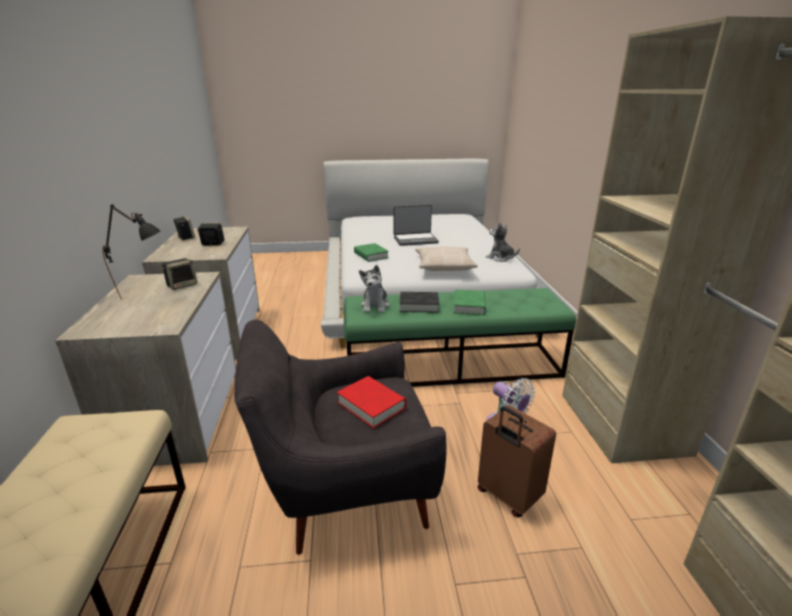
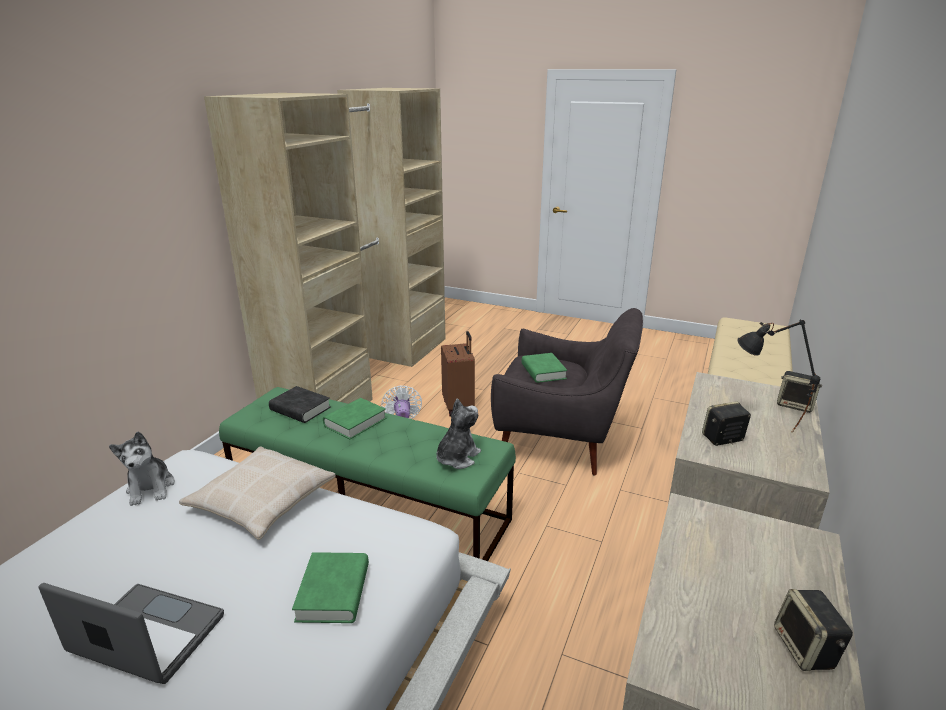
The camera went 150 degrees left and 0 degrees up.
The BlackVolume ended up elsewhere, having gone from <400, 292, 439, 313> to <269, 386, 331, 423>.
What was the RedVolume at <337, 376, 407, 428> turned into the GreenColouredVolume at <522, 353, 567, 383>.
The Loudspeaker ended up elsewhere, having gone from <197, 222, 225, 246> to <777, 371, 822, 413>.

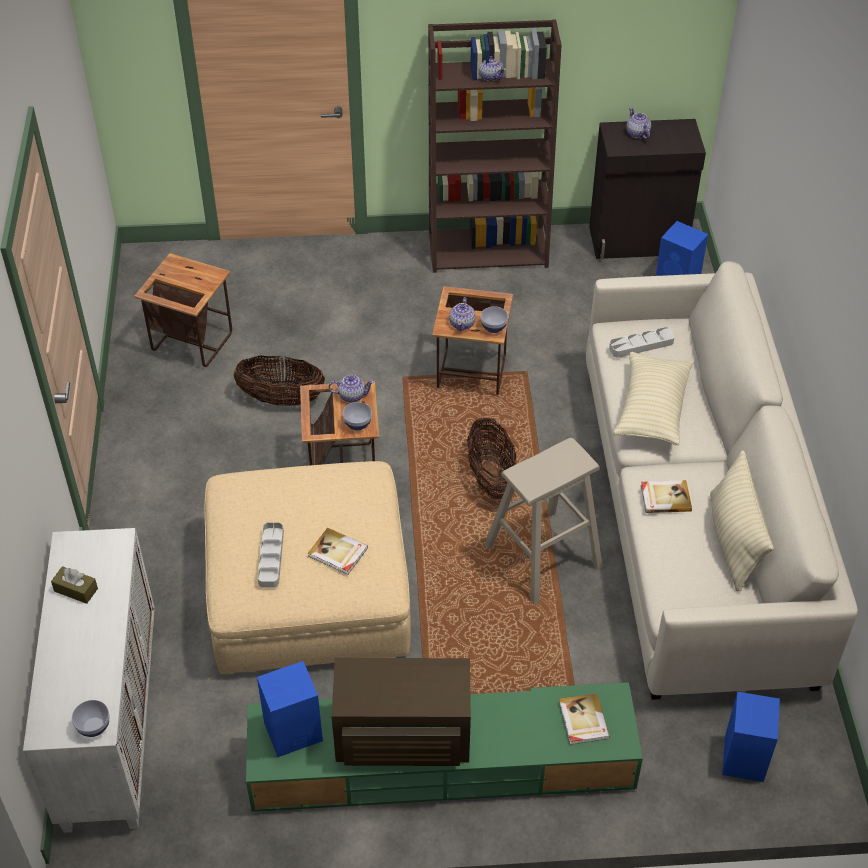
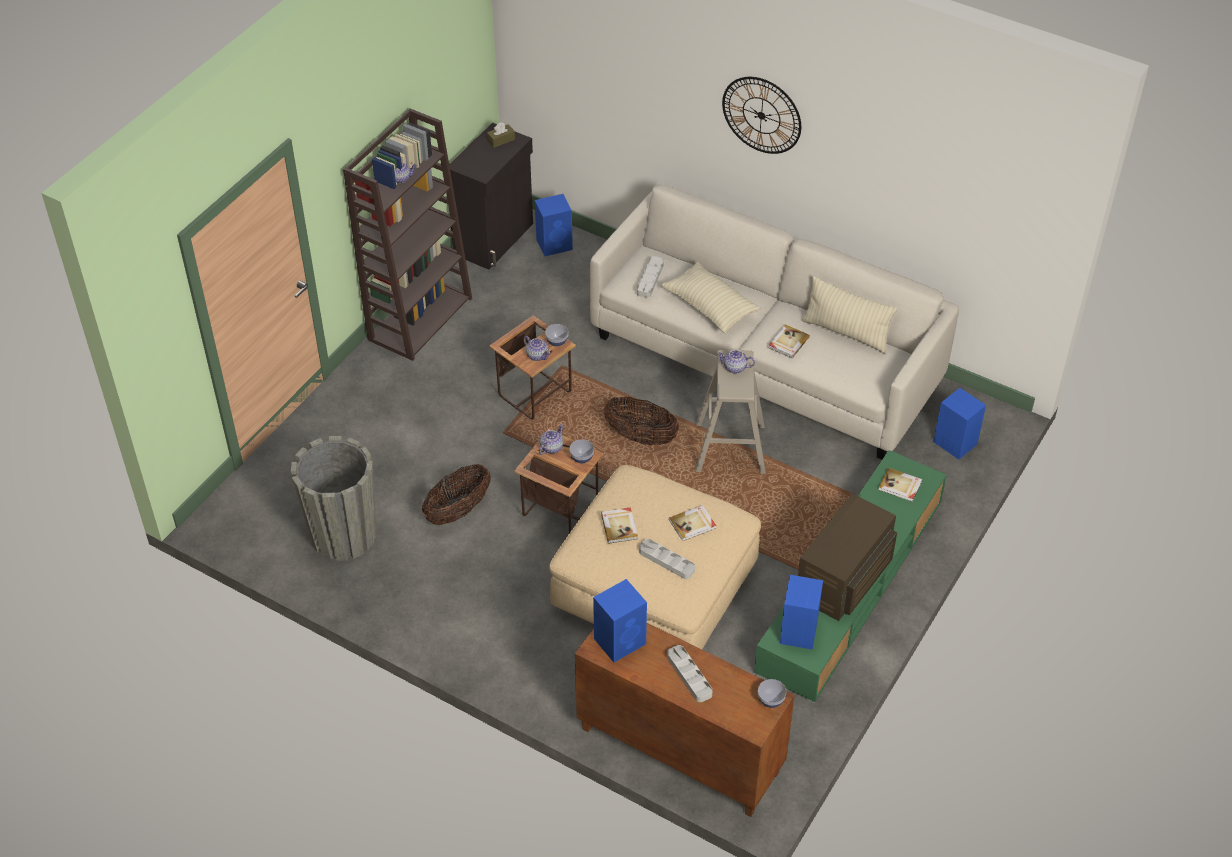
The camera went 55 degrees left and 0 degrees up.
Where the EndTable stood at <134, 253, 232, 367>, the GreyFlowerPot came to stand at <291, 436, 376, 561>.
The BrownColouredBoxOfTissues ended up elsewhere, having gone from <51, 566, 98, 604> to <487, 122, 515, 148>.
What was the WhiteColouredStorageCabinet at <23, 528, 155, 833> turned into the BrownColouredStorageCabinet at <575, 623, 795, 817>.
The second view gained the BlueLoudspeaker at <593, 579, 647, 662>.
The second view gained the Volume at <601, 508, 638, 544>.
The second view gained the GreyServingTray at <667, 645, 713, 702>.
The PotForTea ended up elsewhere, having gone from <626, 108, 651, 139> to <717, 350, 755, 373>.
The second view gained the WallClock at <722, 77, 801, 154>.

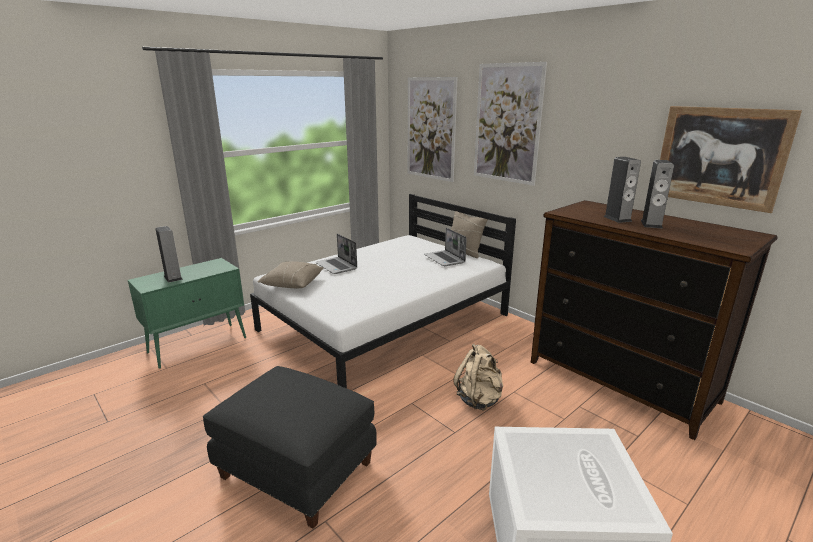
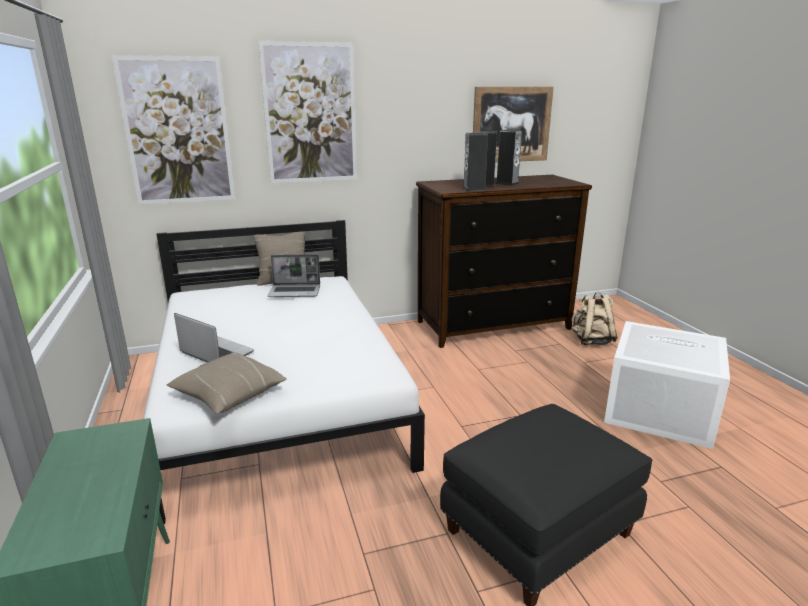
The camera went 65 degrees left and 0 degrees up.
The NotebookComputer at <315, 234, 357, 274> ended up facing another way, 135 degrees counterclockwise from before.
The Loudspeaker ended up elsewhere, having gone from <156, 226, 183, 283> to <462, 133, 488, 191>.
The BeigeKnapsack ended up elsewhere, having gone from <453, 344, 503, 411> to <572, 292, 618, 345>.

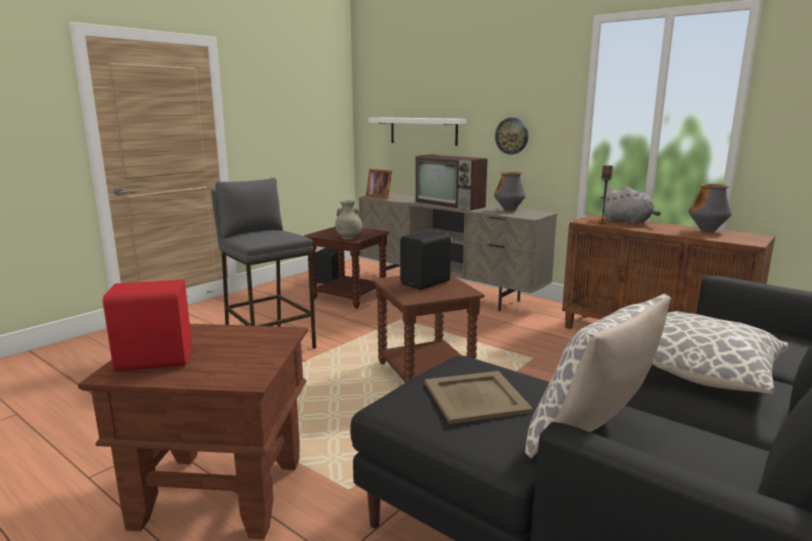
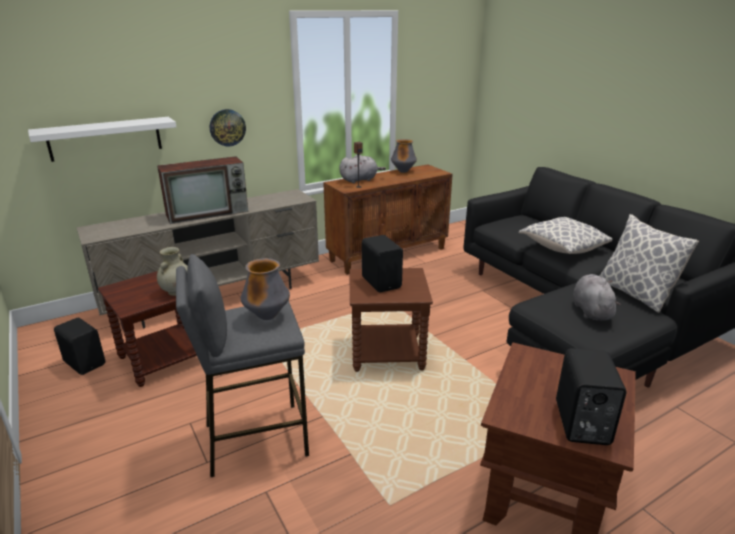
The camera went 70 degrees left and 10 degrees up.
The FlowerVase ended up elsewhere, having gone from <494, 172, 526, 211> to <241, 258, 290, 320>.
What was the RedLoudspeaker at <103, 280, 192, 371> turned into the BlackLoudspeaker at <556, 348, 626, 445>.
Where the BeigeServingTray stood at <425, 371, 533, 424>, the GreyPlushToy came to stand at <573, 274, 621, 321>.
The second view lost the StandingFrame at <365, 169, 392, 199>.

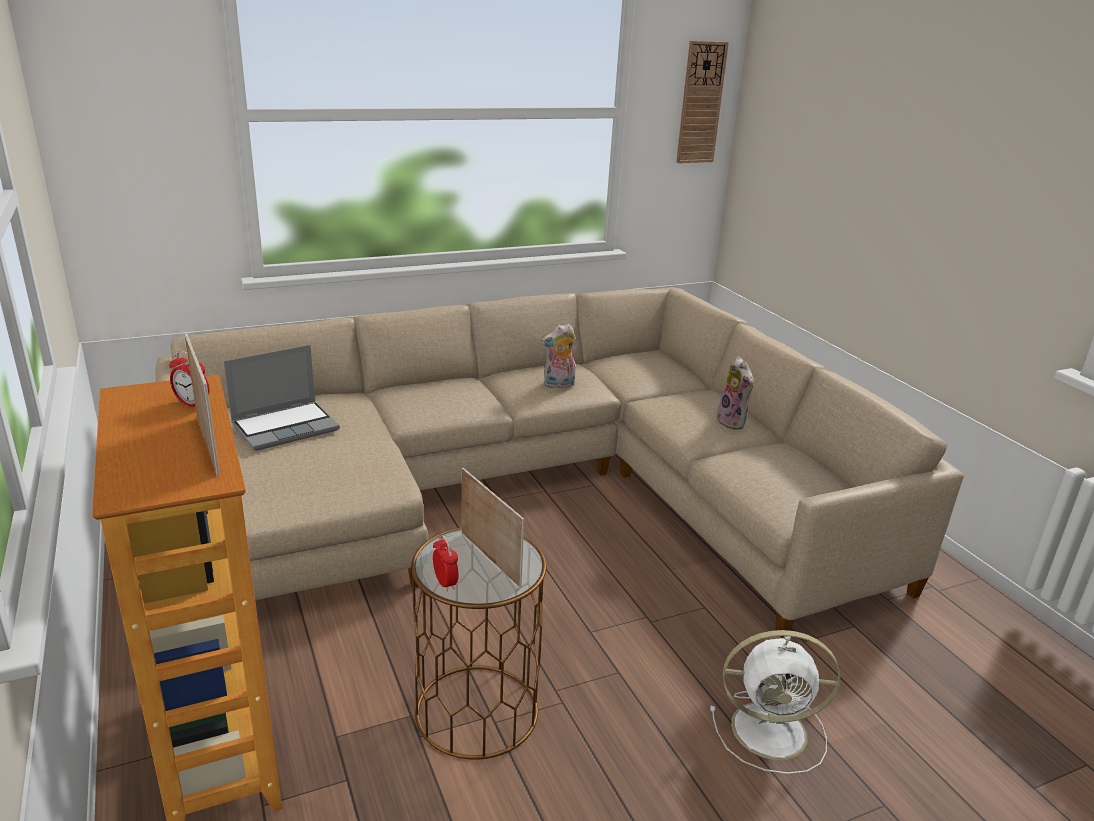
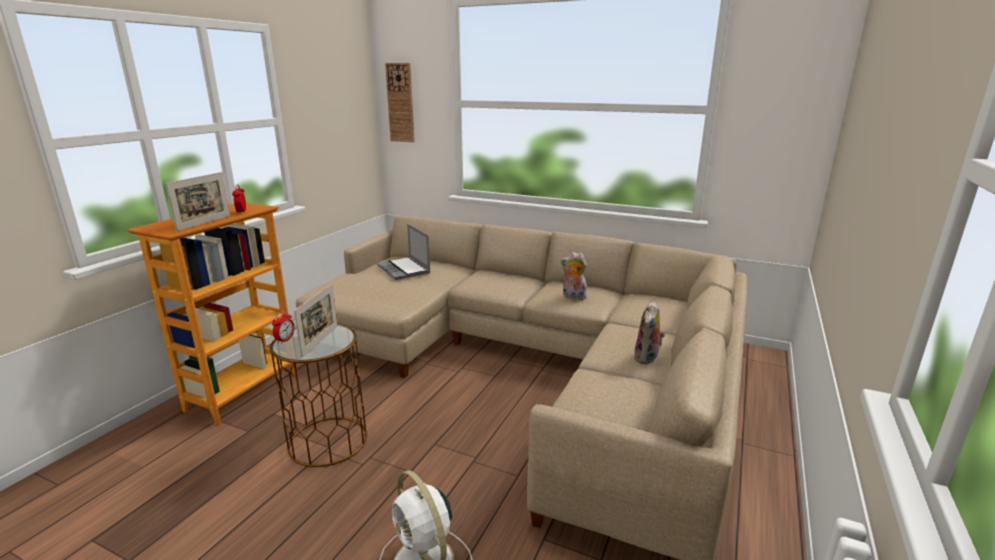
The camera went 50 degrees right and 5 degrees down.
The NotebookComputer at <224, 345, 340, 451> ended up facing another way, 45 degrees clockwise from before.
The WallClock ended up elsewhere, having gone from <676, 41, 729, 163> to <385, 63, 415, 142>.

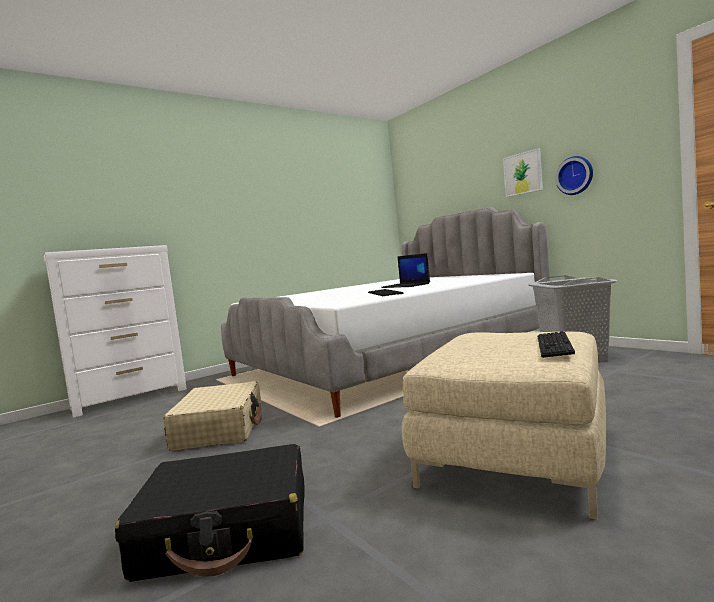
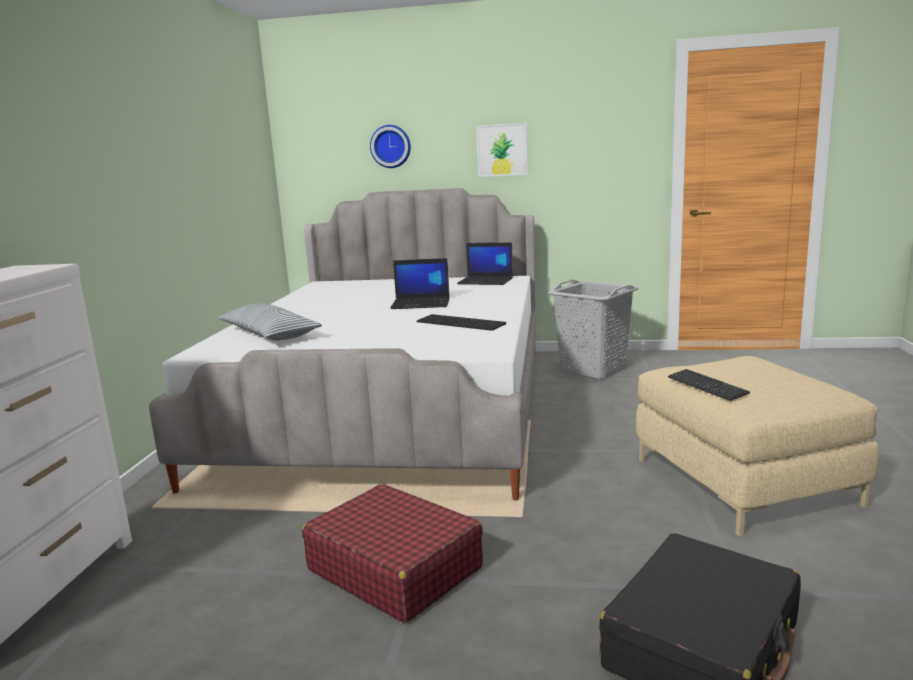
The camera went 45 degrees left and 10 degrees up.
The second view gained the Pillow at <217, 303, 322, 341>.
What was the BeigePieceOfLuggage at <163, 381, 262, 451> turned into the RedPieceOfLuggage at <302, 484, 483, 623>.
The WallClock ended up elsewhere, having gone from <556, 156, 593, 195> to <370, 125, 411, 168>.
The second view gained the NotebookComputer at <457, 243, 513, 285>.
The PcKeyboard ended up elsewhere, having gone from <537, 331, 575, 358> to <668, 369, 750, 401>.

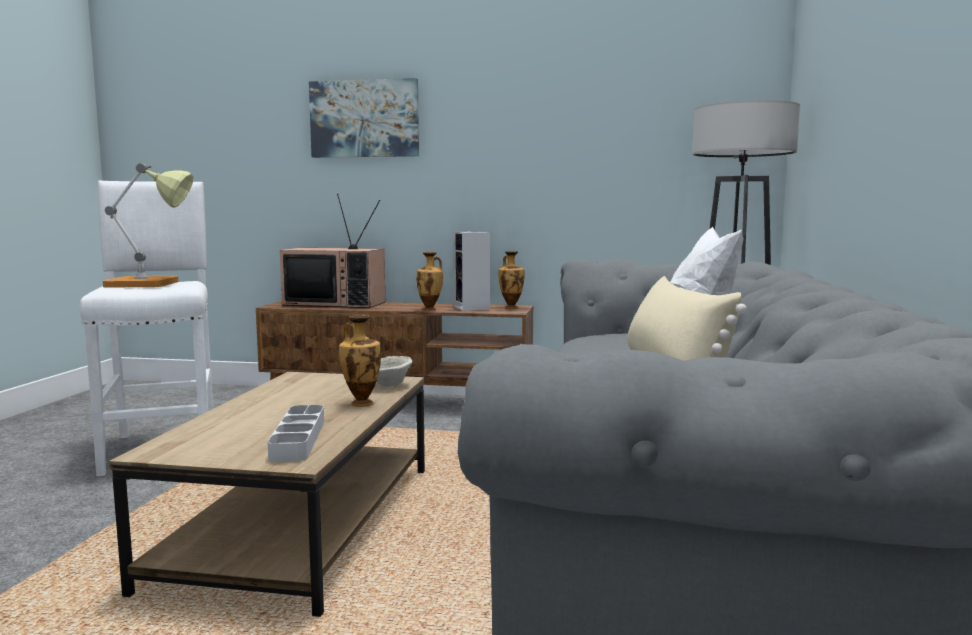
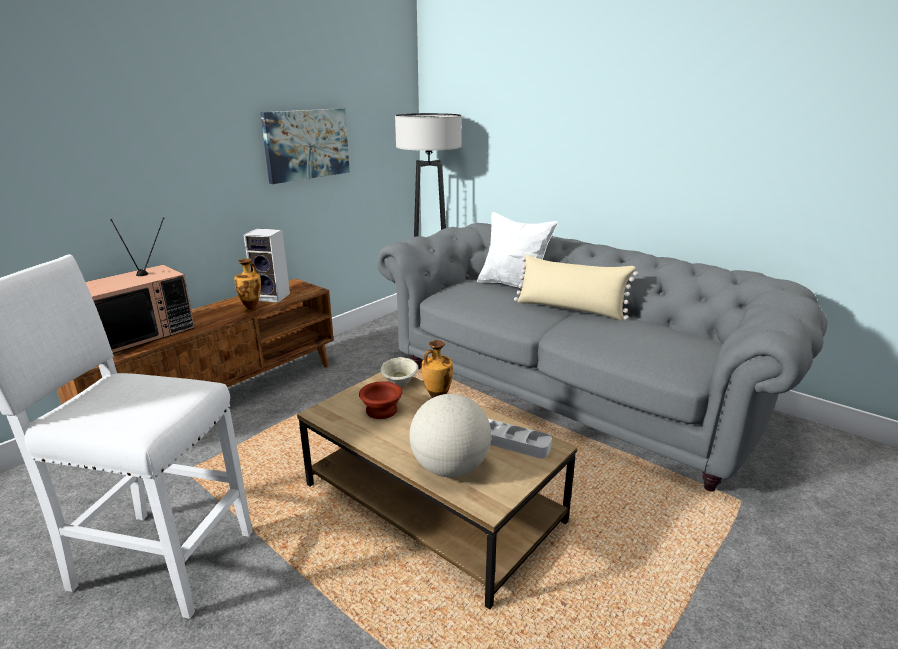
The camera went 60 degrees left and 15 degrees up.
The WallPicture ended up elsewhere, having gone from <309, 78, 419, 158> to <260, 108, 350, 184>.
The second view gained the BrownColouredBowl at <359, 381, 402, 419>.
The second view gained the WorldGlobe at <409, 394, 491, 477>.
The second view lost the TableLamp at <103, 163, 193, 287>.
The second view lost the FlowerVase at <498, 251, 524, 309>.

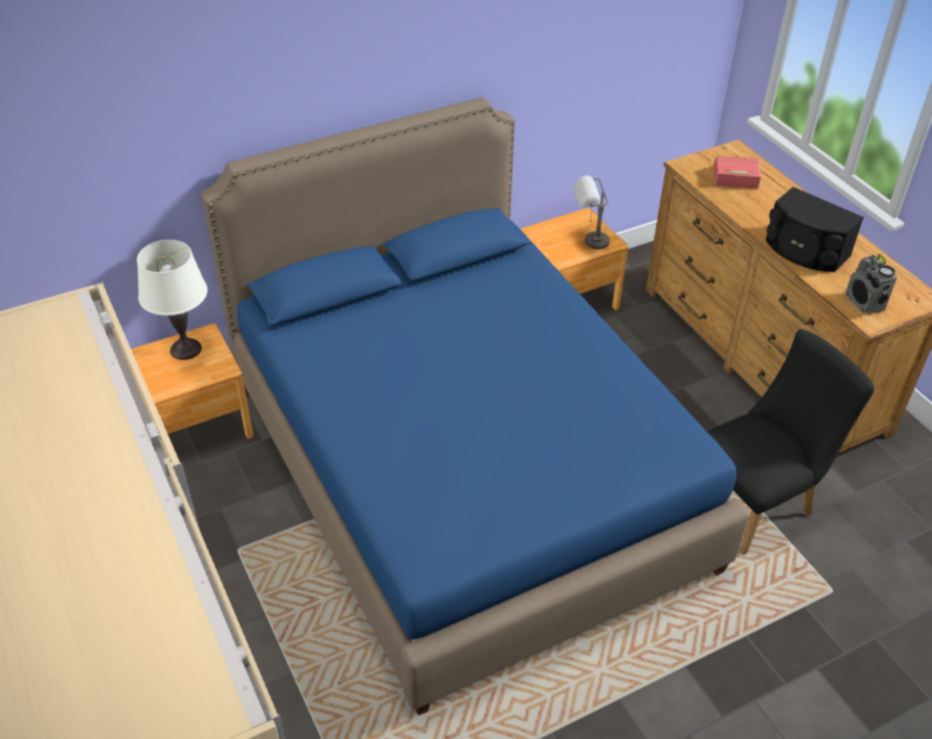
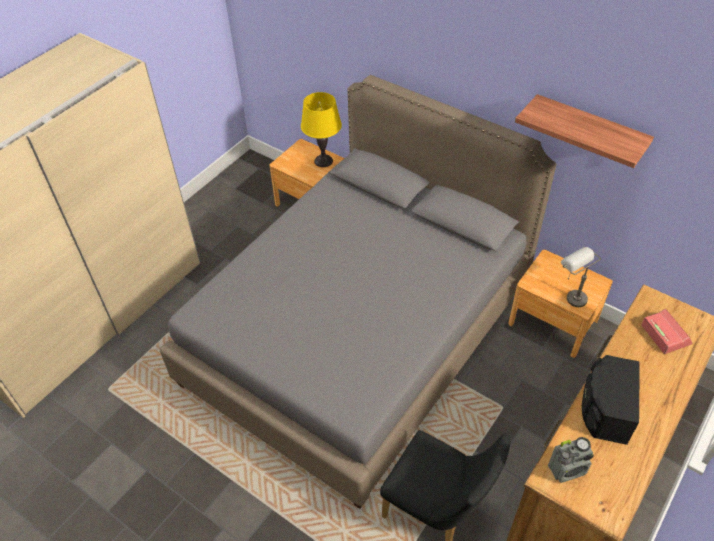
The camera went 65 degrees right and 5 degrees up.
What was the BlueBed at <201, 97, 749, 715> turned into the GreyBed at <160, 75, 557, 509>.
What was the WhiteColouredTableLamp at <137, 240, 208, 360> turned into the YellowColouredTableLamp at <301, 92, 342, 167>.
The second view gained the WallShelf at <515, 94, 654, 168>.
The RadioSet at <846, 254, 897, 314> ended up facing another way, 150 degrees counterclockwise from before.

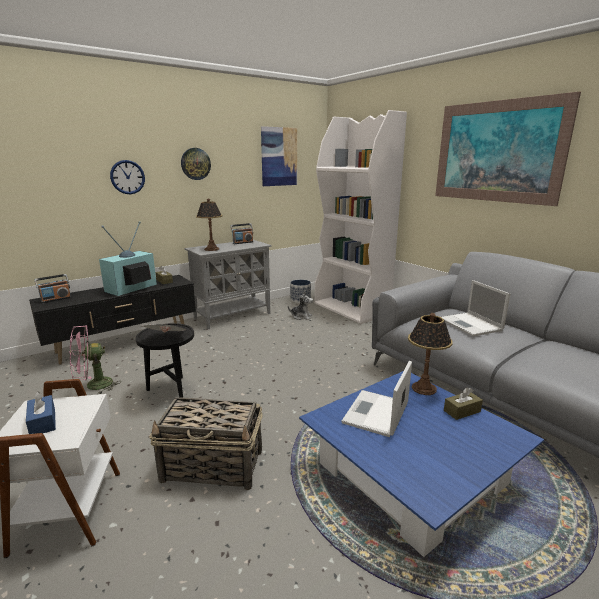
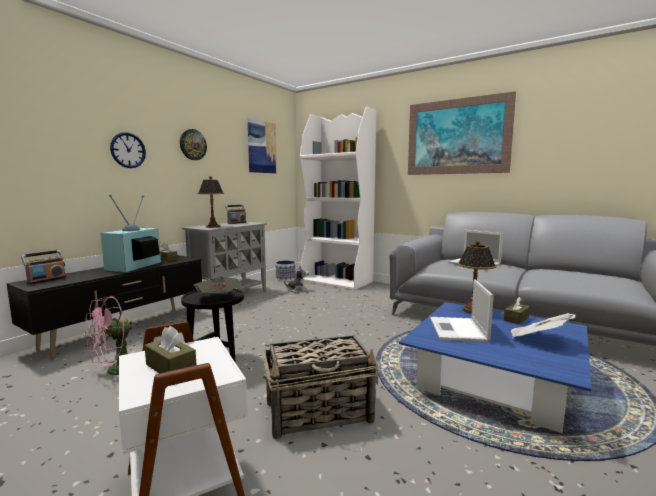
The camera went 20 degrees left and 10 degrees down.
What was the BlueBoxOfTissues at <26, 391, 56, 434> turned into the BrownColouredBoxOfTissues at <145, 326, 196, 373>.
The second view gained the DailyPaper at <511, 313, 576, 337>.

